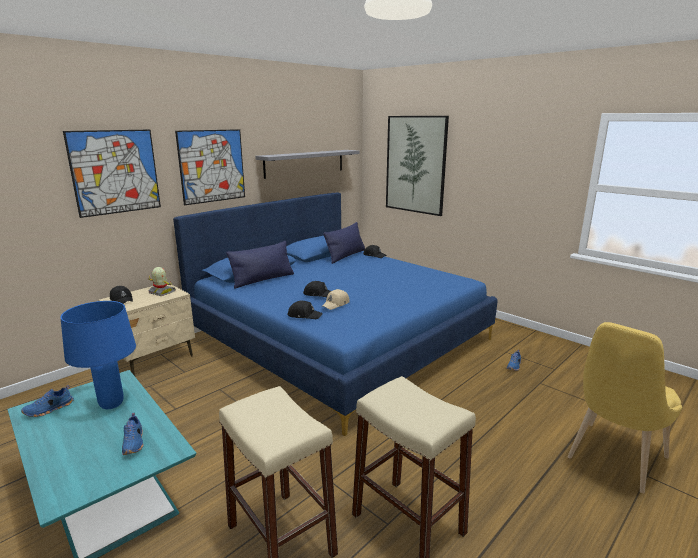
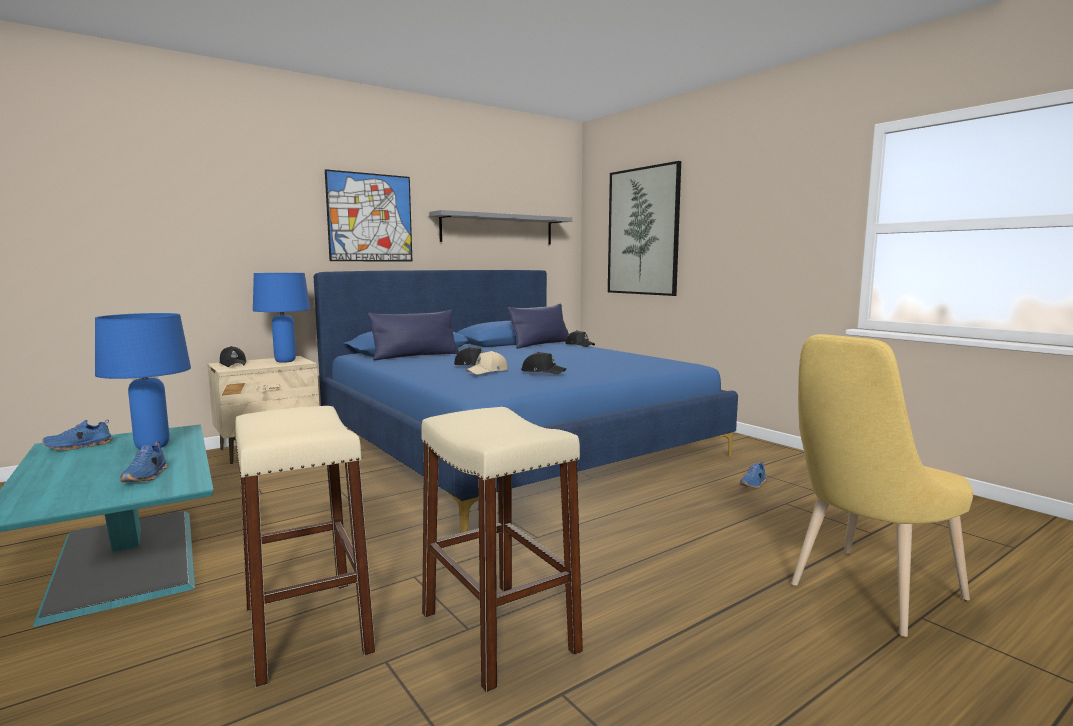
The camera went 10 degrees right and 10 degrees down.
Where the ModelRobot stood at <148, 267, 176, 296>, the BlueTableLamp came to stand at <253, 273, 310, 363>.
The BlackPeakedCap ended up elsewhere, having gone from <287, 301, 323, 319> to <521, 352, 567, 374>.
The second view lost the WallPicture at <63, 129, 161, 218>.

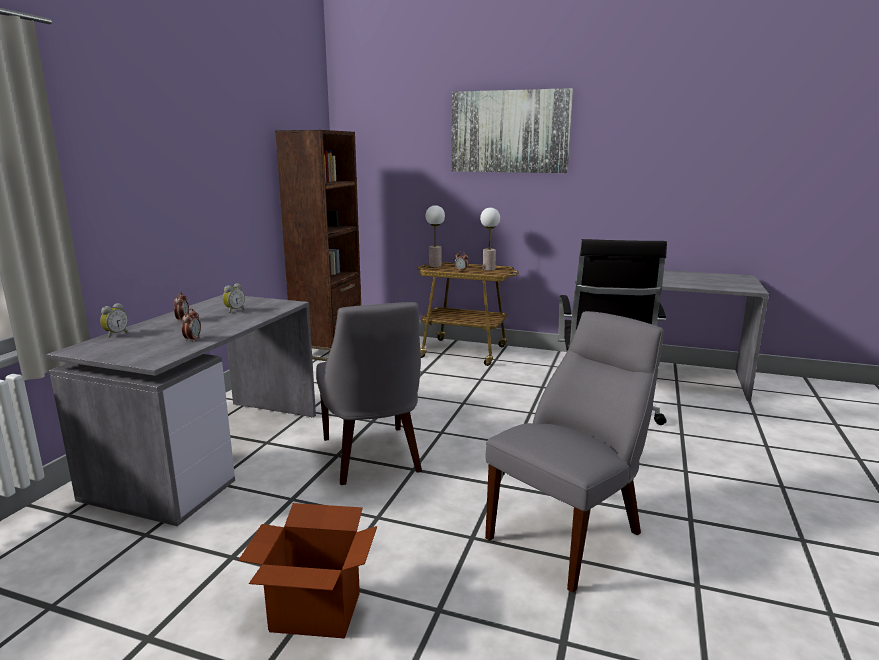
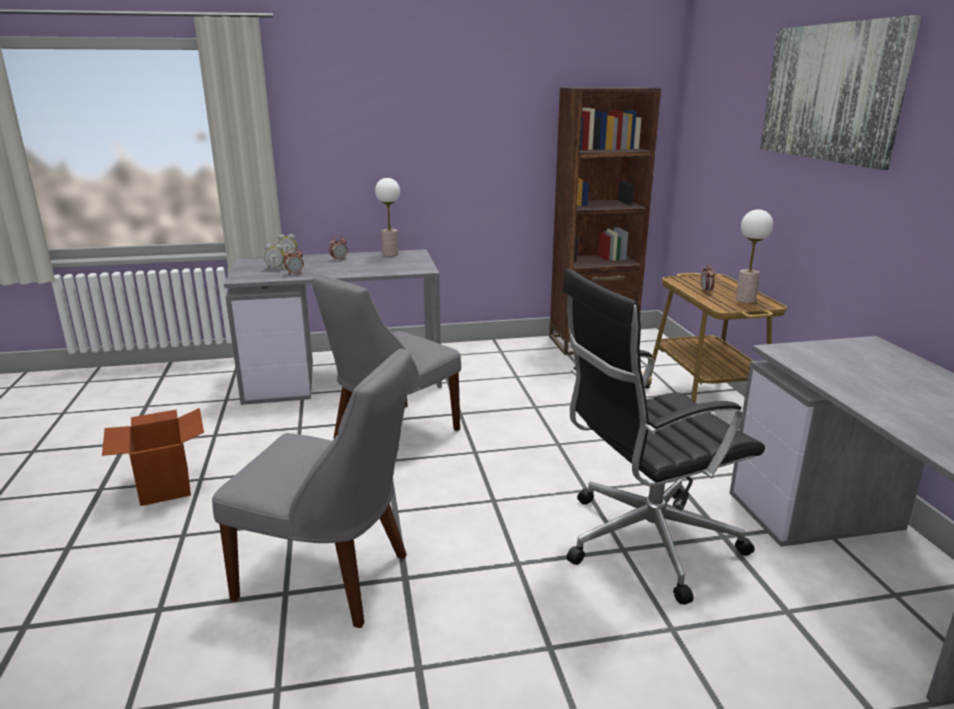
The camera went 60 degrees right and 5 degrees up.
The TableClock ended up elsewhere, having gone from <223, 283, 245, 313> to <264, 244, 285, 269>.
The TableLamp ended up elsewhere, having gone from <425, 205, 445, 267> to <375, 178, 400, 257>.

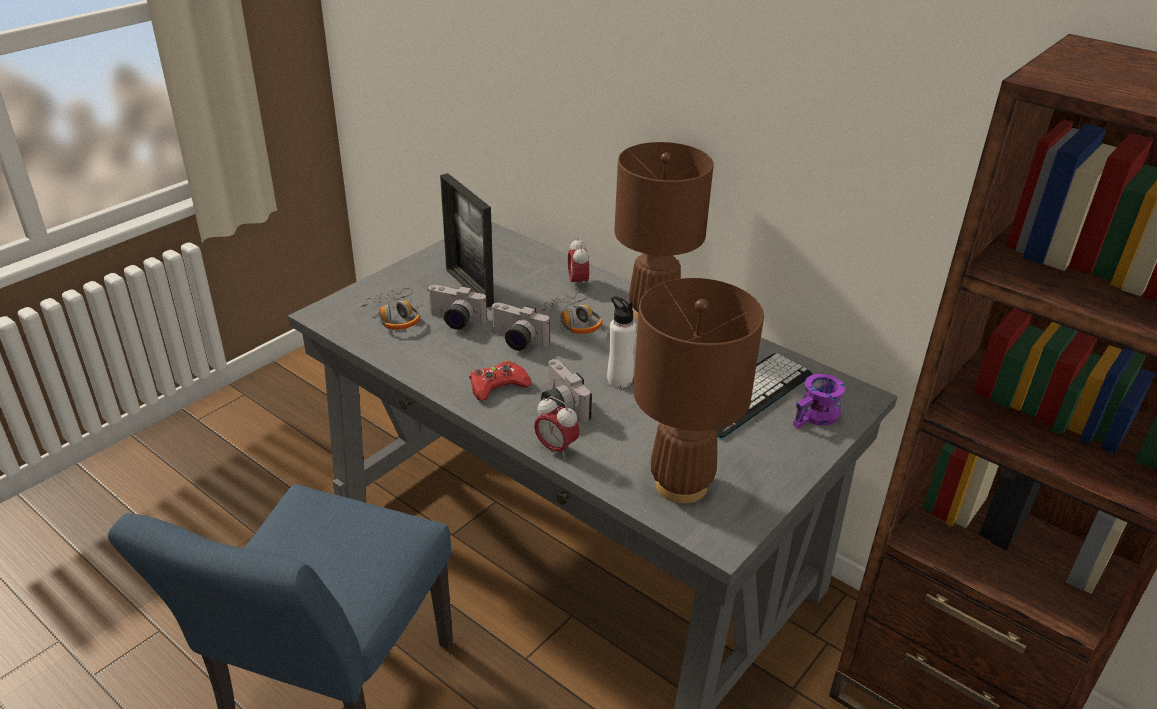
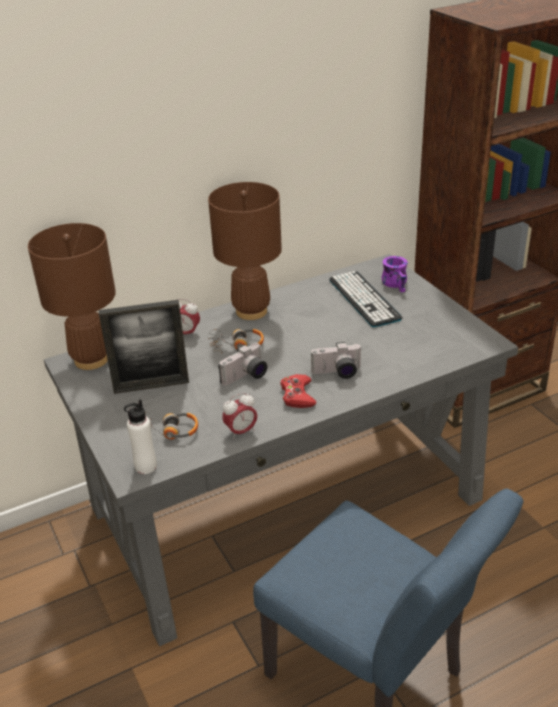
The camera went 65 degrees left and 0 degrees up.
The BrownColouredTableLamp ended up elsewhere, having gone from <633, 278, 764, 503> to <28, 223, 116, 370>.
The WhiteColouredBeverageBottle ended up elsewhere, having gone from <607, 296, 636, 388> to <124, 399, 157, 474>.
The TableClock ended up elsewhere, having gone from <534, 396, 580, 459> to <222, 393, 257, 439>.
The second view lost the PhotoCamera at <427, 285, 487, 330>.

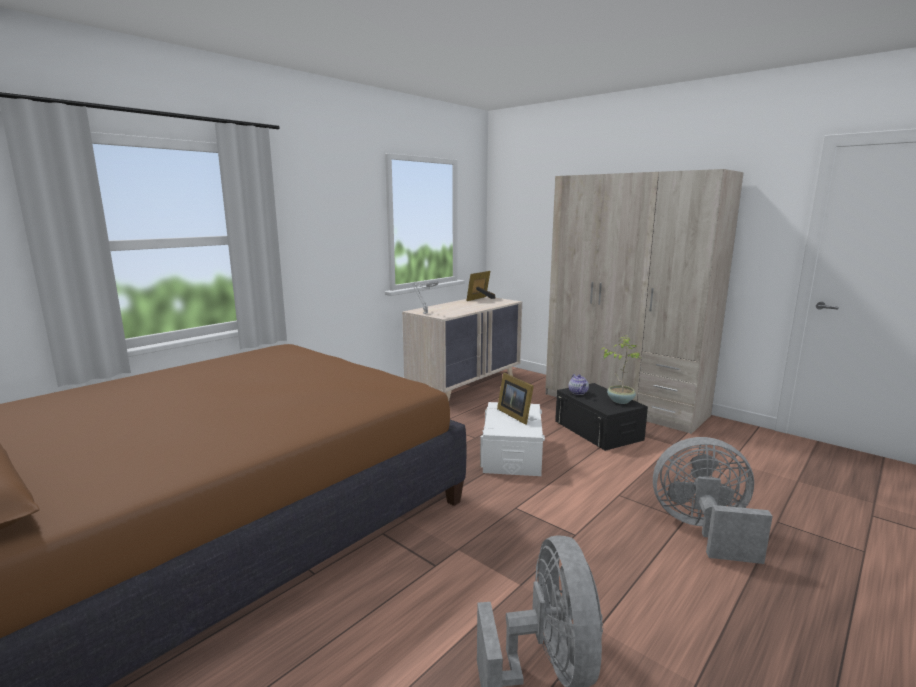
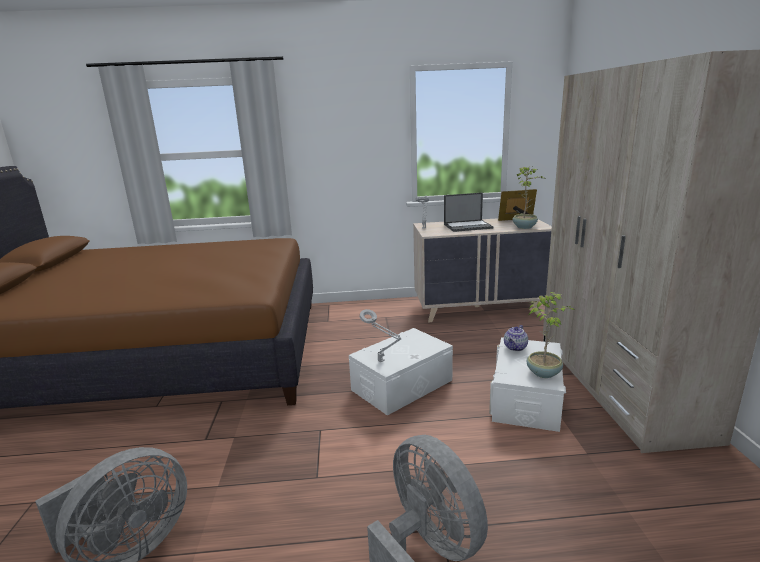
The camera went 45 degrees right and 5 degrees up.
The second view gained the GreyTableLamp at <360, 309, 401, 362>.
The second view gained the NotebookComputer at <444, 193, 494, 232>.
What was the BlackStorageBin at <555, 383, 648, 451> turned into the WhiteColouredStorageBin at <489, 337, 566, 432>.
The second view gained the PlantInAPot at <513, 166, 545, 229>.
The second view lost the StandingFrame at <497, 373, 534, 425>.

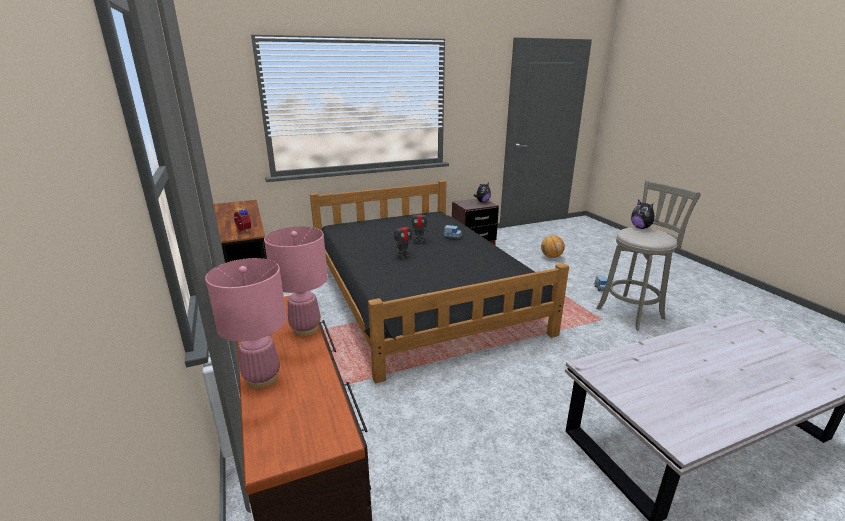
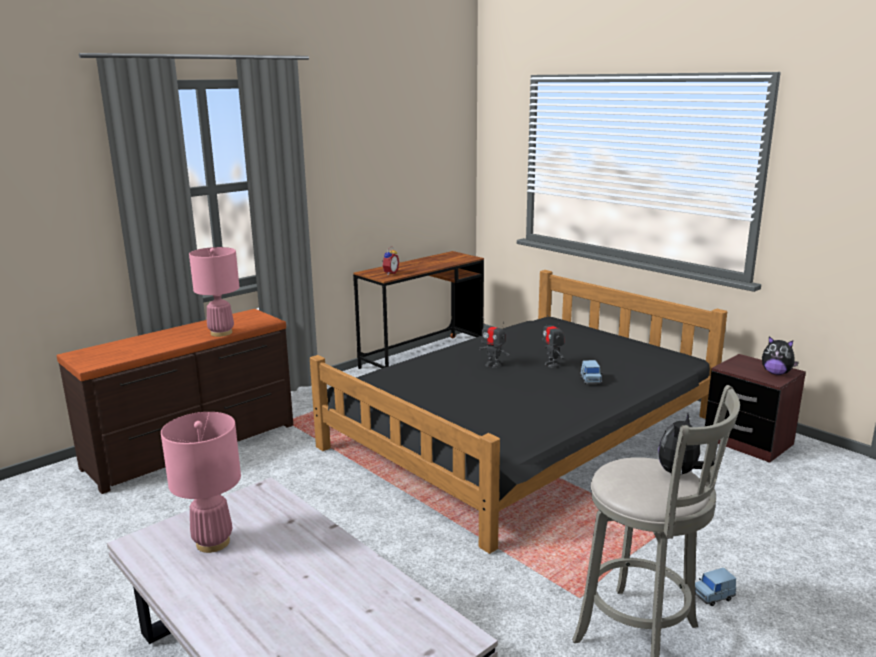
The camera went 70 degrees right and 5 degrees down.
The PinkishTableLamp ended up elsewhere, having gone from <205, 258, 287, 389> to <161, 412, 241, 553>.
The second view lost the BasketballBall at <541, 235, 565, 258>.

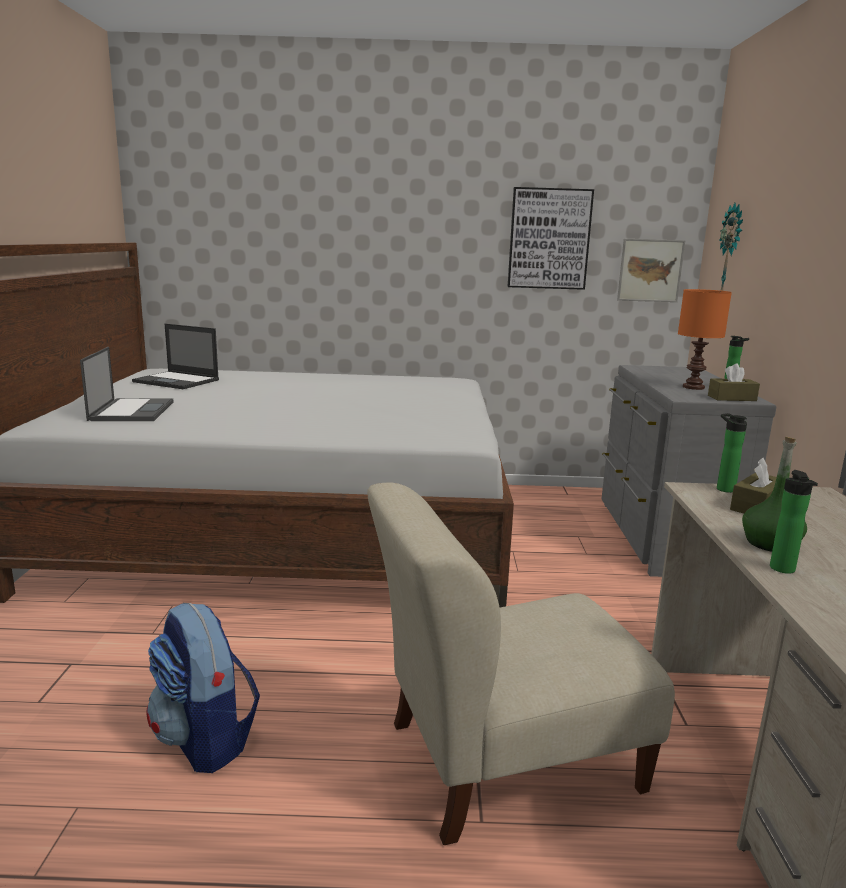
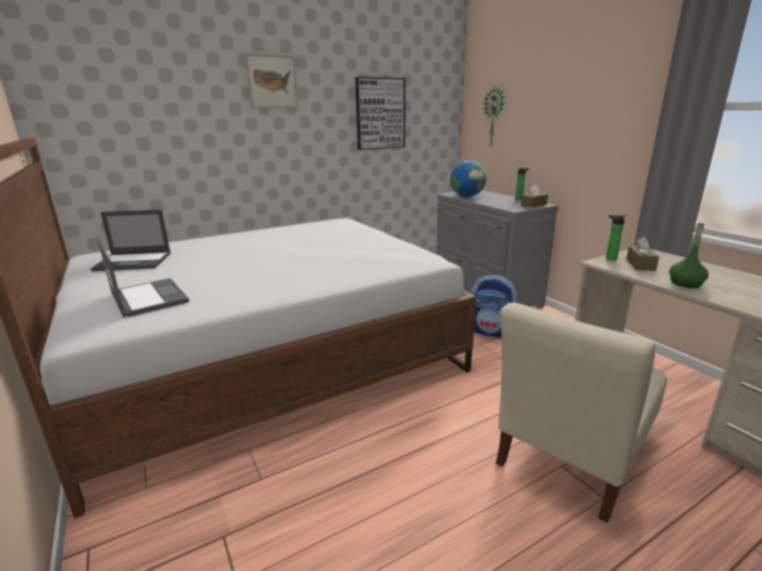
The camera went 30 degrees left and 5 degrees up.
The WallPicture ended up elsewhere, having gone from <617, 239, 685, 302> to <245, 54, 298, 108>.
The second view gained the WorldGlobe at <450, 160, 486, 197>.
The Knapsack ended up elsewhere, having gone from <147, 603, 260, 773> to <471, 275, 519, 338>.
The second view lost the OrangeyTableLamp at <678, 289, 732, 390>.
The second view lost the BeverageBottle at <770, 470, 818, 574>.

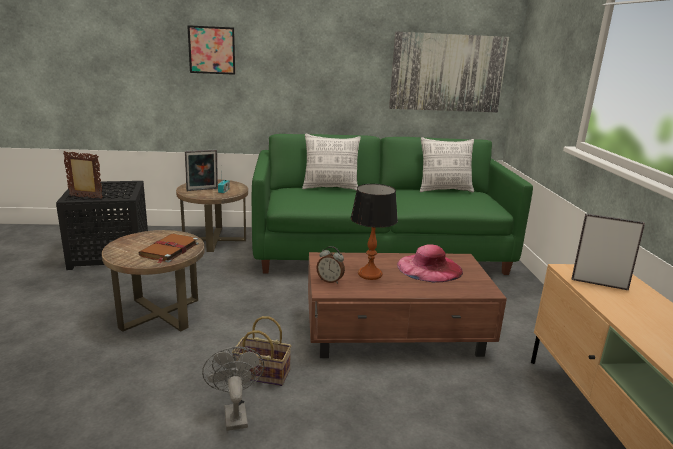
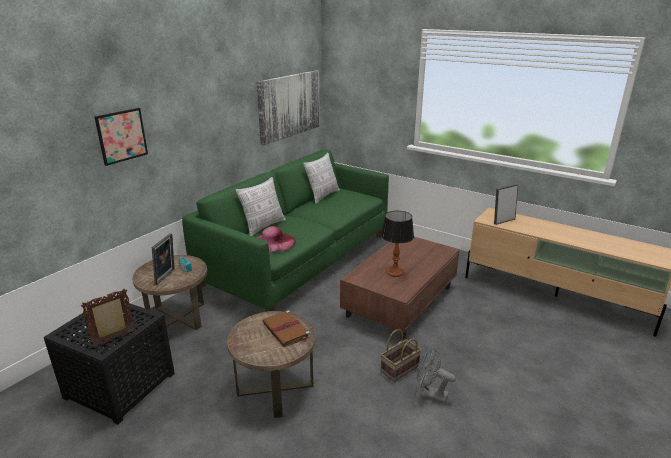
The camera went 50 degrees left and 5 degrees up.
The PinkishHat ended up elsewhere, having gone from <397, 244, 463, 283> to <256, 226, 296, 253>.
The second view lost the TableClock at <316, 246, 345, 284>.

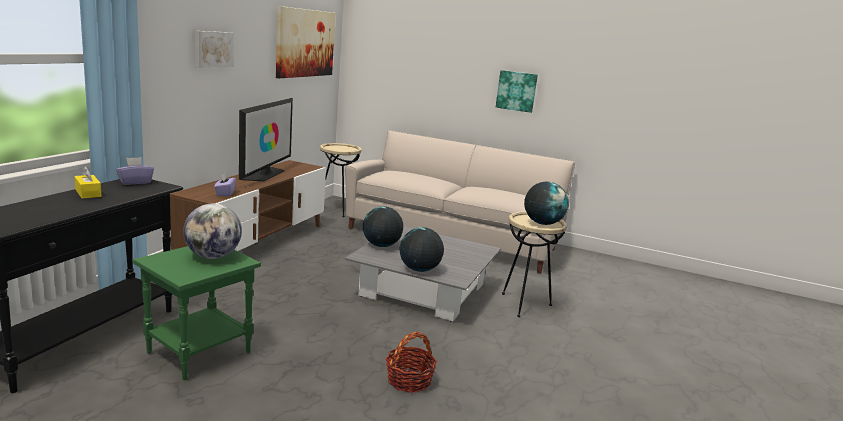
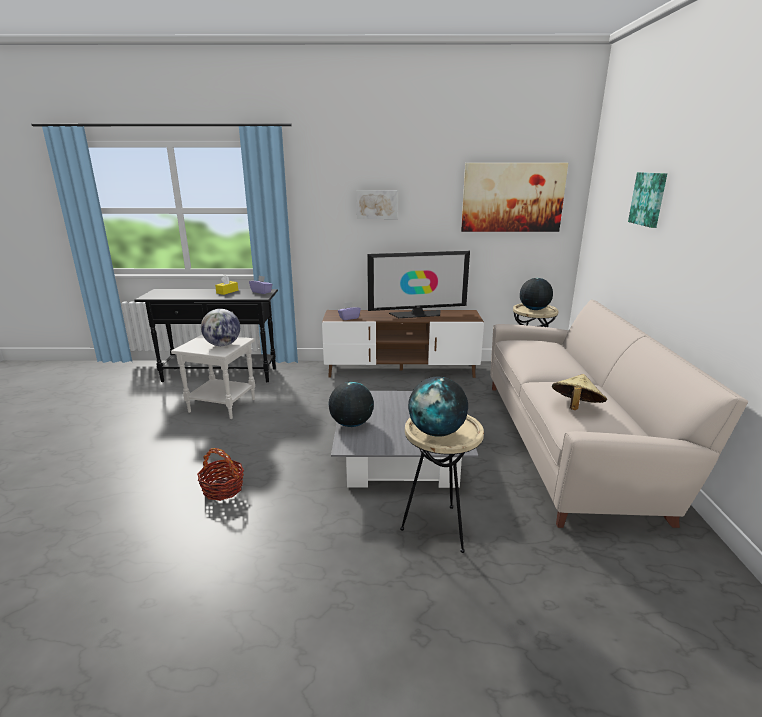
The camera went 70 degrees right and 5 degrees up.
What was the GreenColouredEndTable at <133, 246, 261, 380> turned into the WhiteColouredEndTable at <171, 335, 255, 419>.
The WorldGlobe ended up elsewhere, having gone from <363, 206, 403, 247> to <520, 278, 553, 310>.
The second view gained the BeigeHat at <552, 374, 607, 410>.
The WallPicture ended up elsewhere, having gone from <496, 70, 538, 113> to <628, 172, 667, 228>.

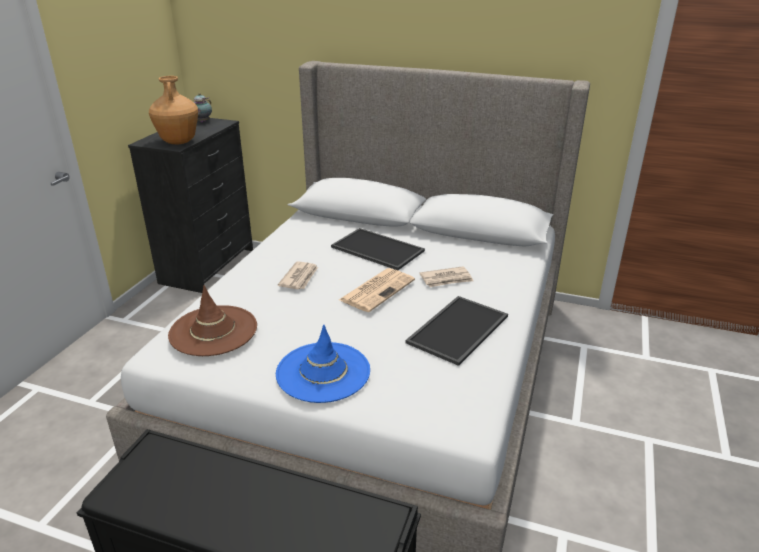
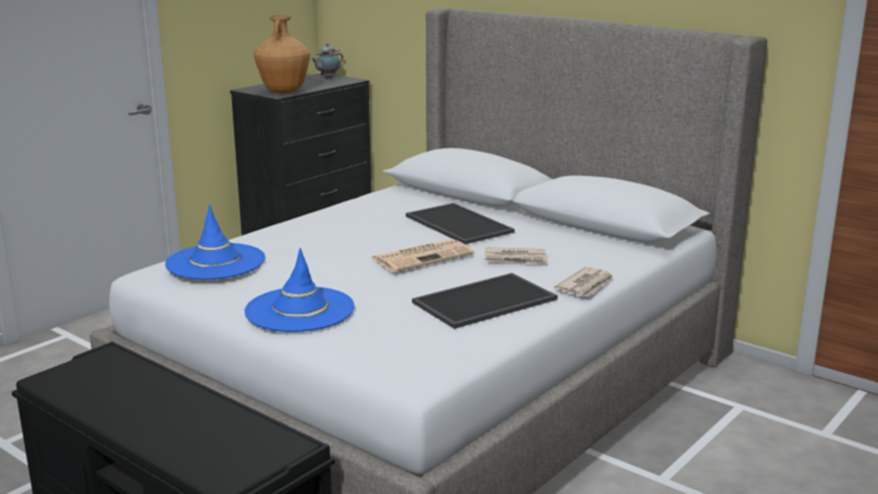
The camera went 20 degrees right and 10 degrees down.
What was the BrownColouredHat at <168, 285, 257, 356> turned into the BlueHat at <165, 205, 265, 280>.
The DailyPaper ended up elsewhere, having gone from <278, 261, 318, 289> to <554, 267, 614, 297>.

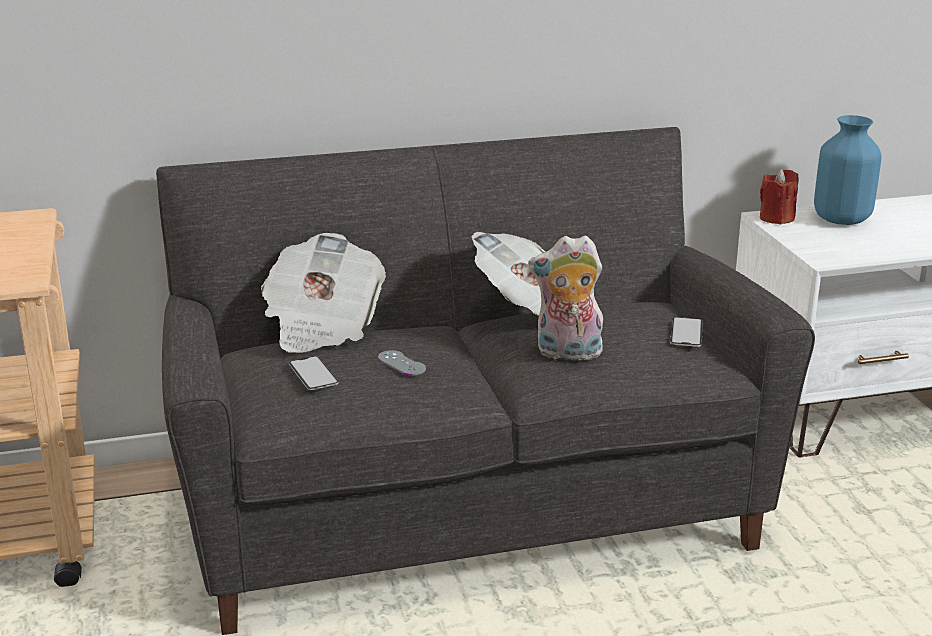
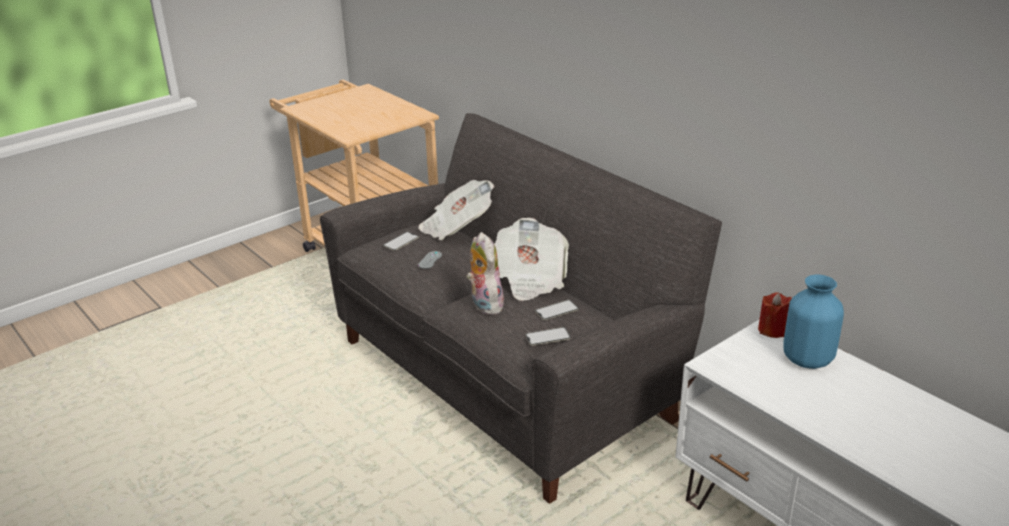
The camera went 65 degrees right and 5 degrees up.
The second view gained the Phone at <535, 300, 579, 320>.

